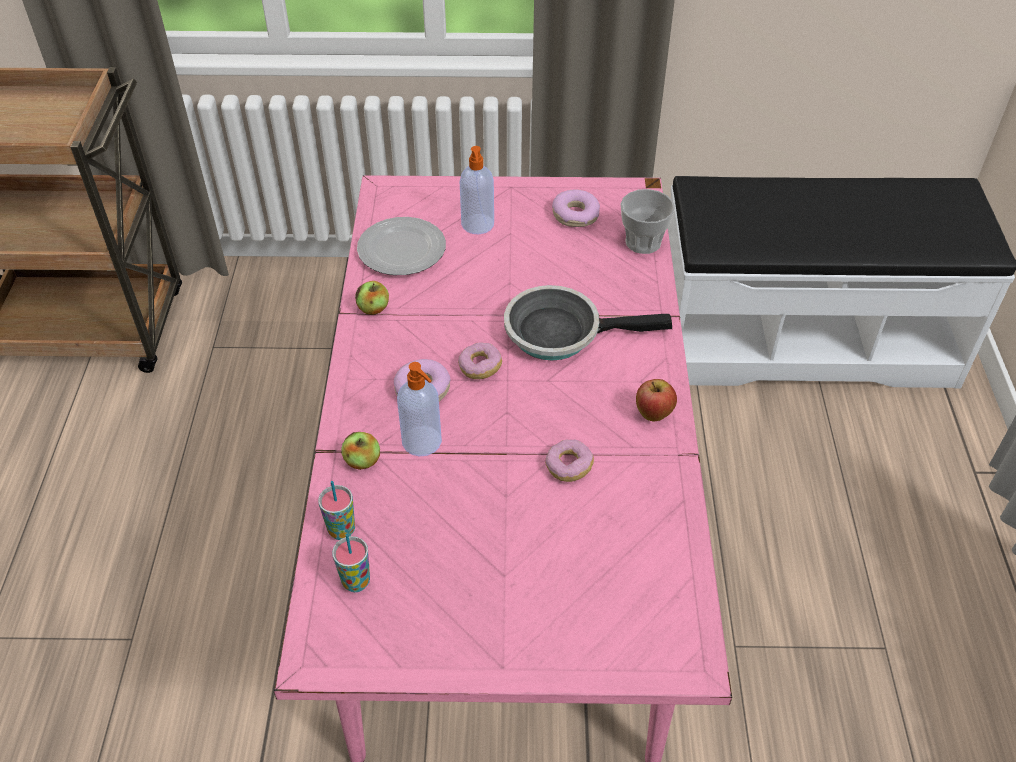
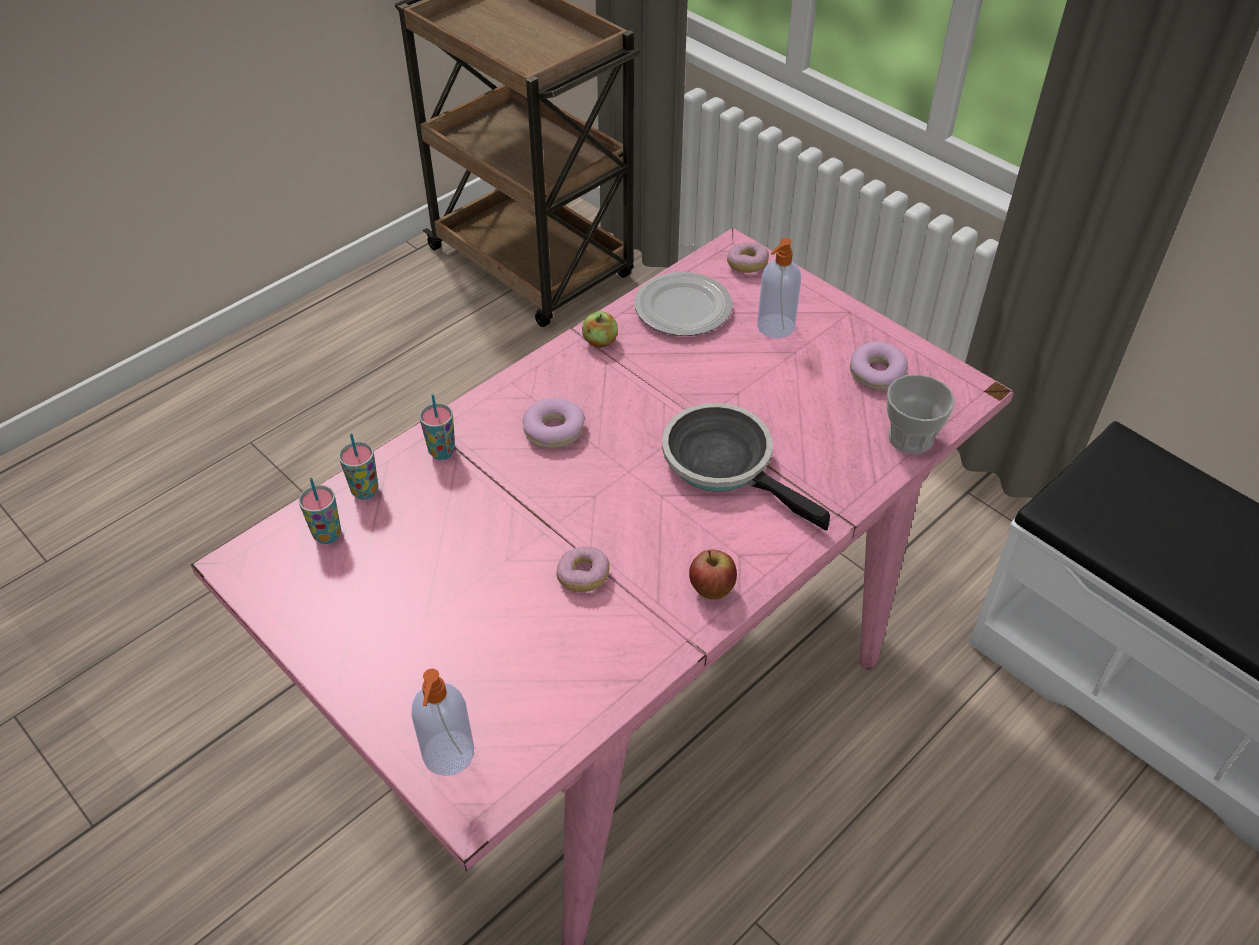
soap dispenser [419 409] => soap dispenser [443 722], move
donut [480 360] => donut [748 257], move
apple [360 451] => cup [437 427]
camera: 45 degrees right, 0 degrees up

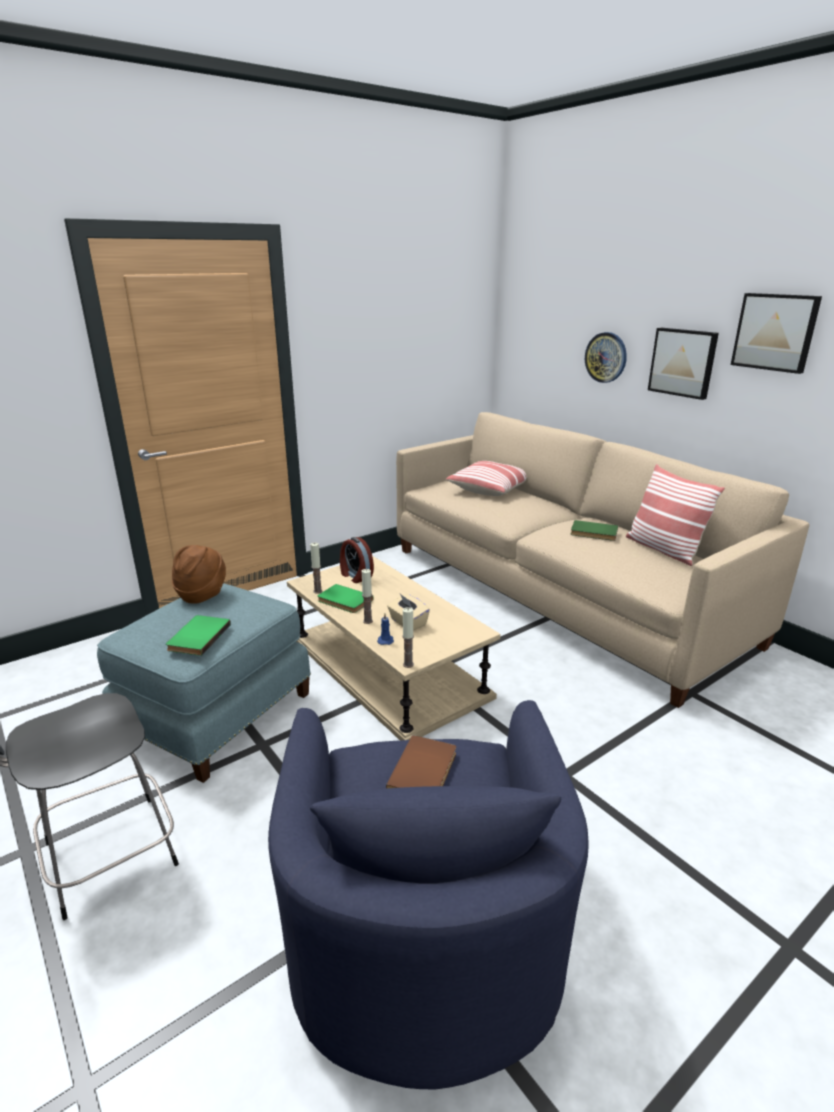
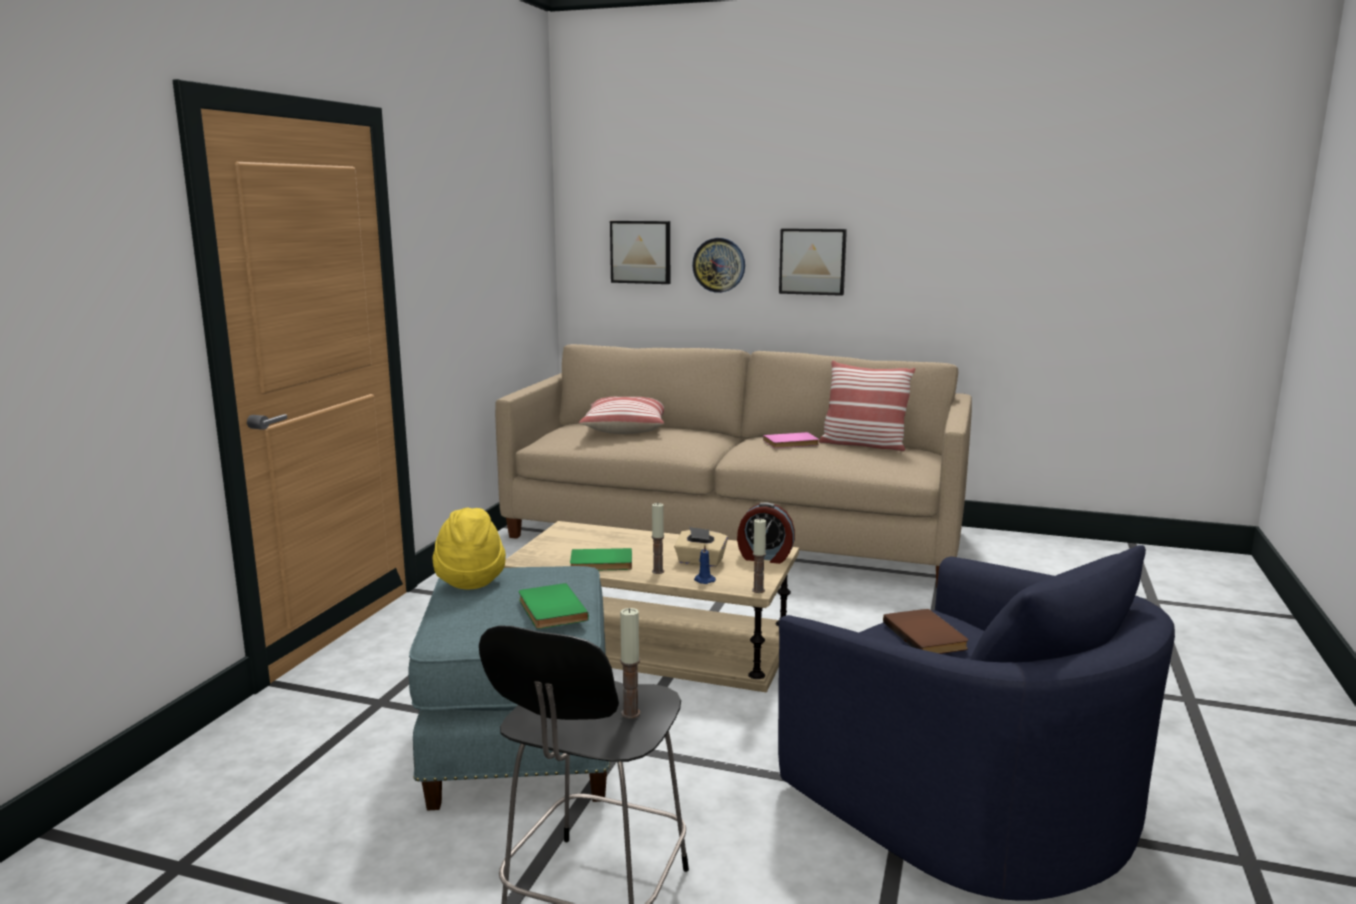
candle [316 568] => candle [630 663], move
alarm clock [357 560] => alarm clock [766 533], move
picture [776 333] => picture [640 252], move
brown hat [199 574] => yellow hat [469 548]
green book [594 530] => pink book [791 440]
camera: 35 degrees left, 10 degrees down

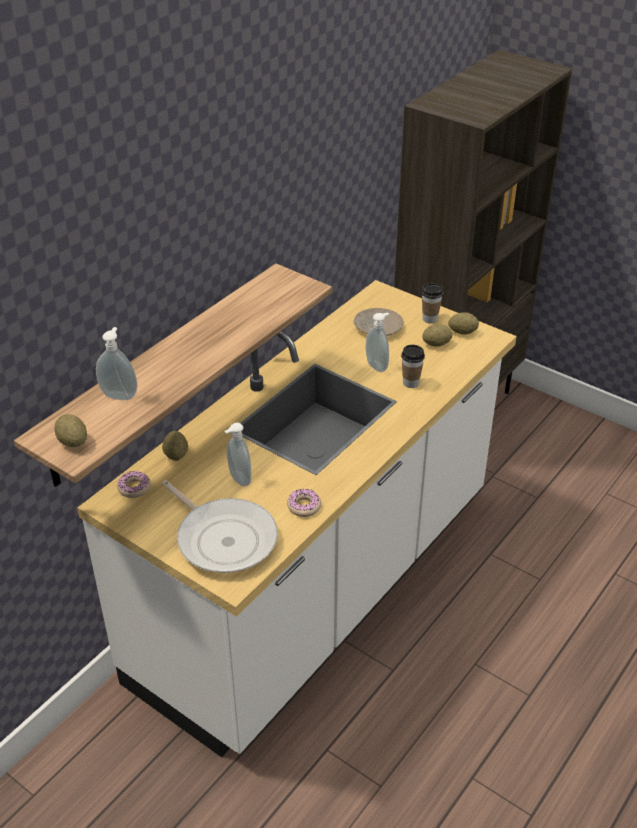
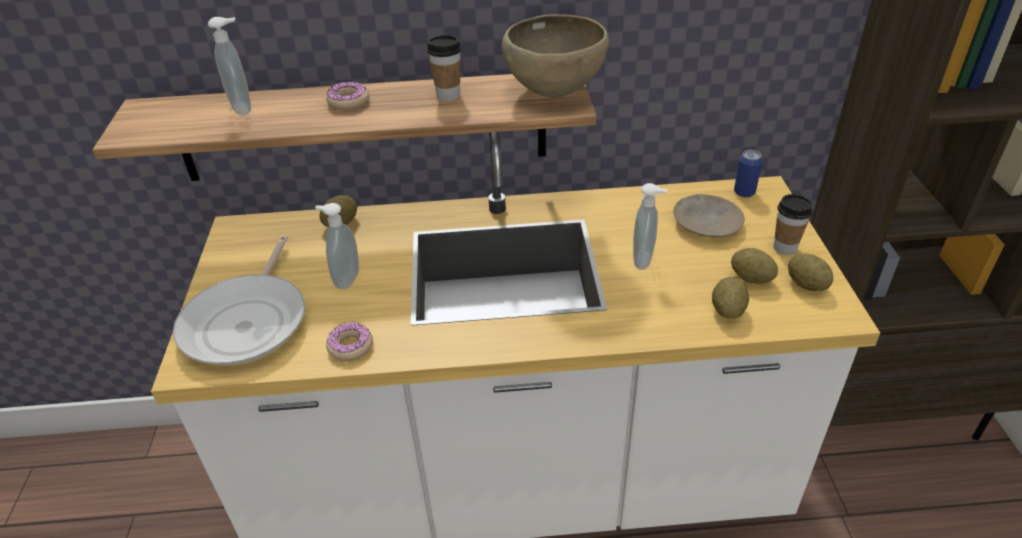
nothing => brown bowl [555 56]
nothing => can [748 174]
potato [71 430] => potato [730 298], move
donut [134 484] => donut [348 95], move
cup [413 366] => cup [444 68], move
camera: 50 degrees right, 0 degrees up

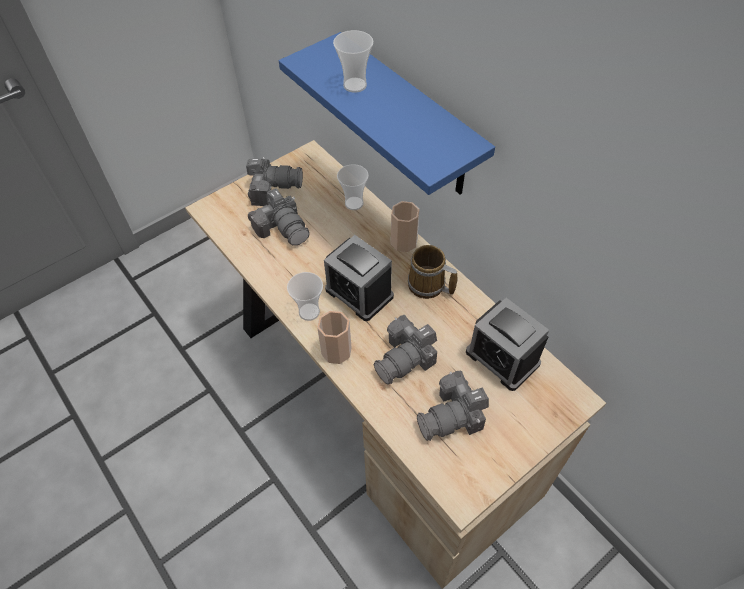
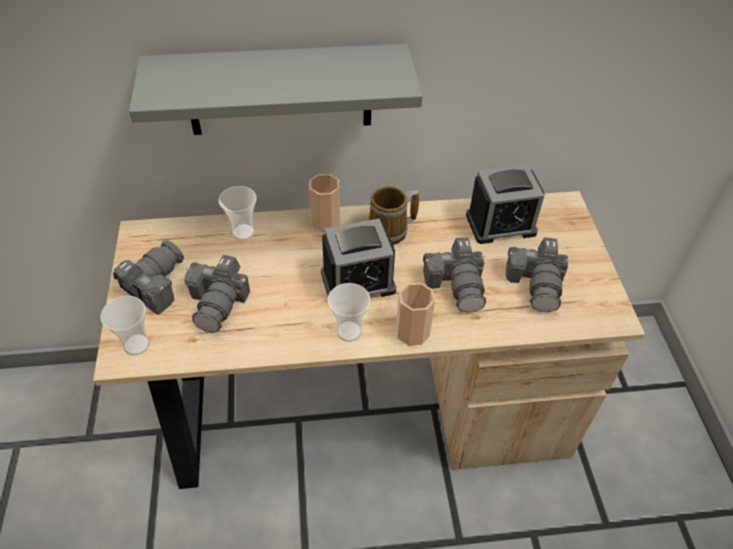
cup [353 61] => cup [125 325], move
blue shelf [387 113] => grey shelf [276 89]
photo camera [279 217] => photo camera [217 294], 105 degrees clockwise
camera: 60 degrees left, 5 degrees down

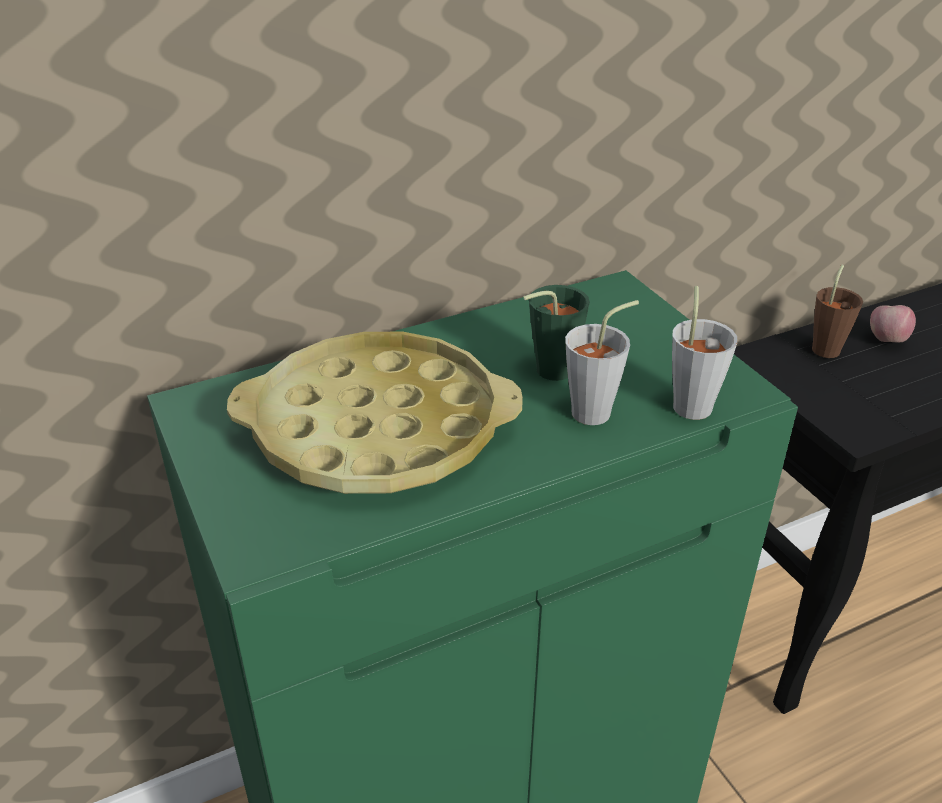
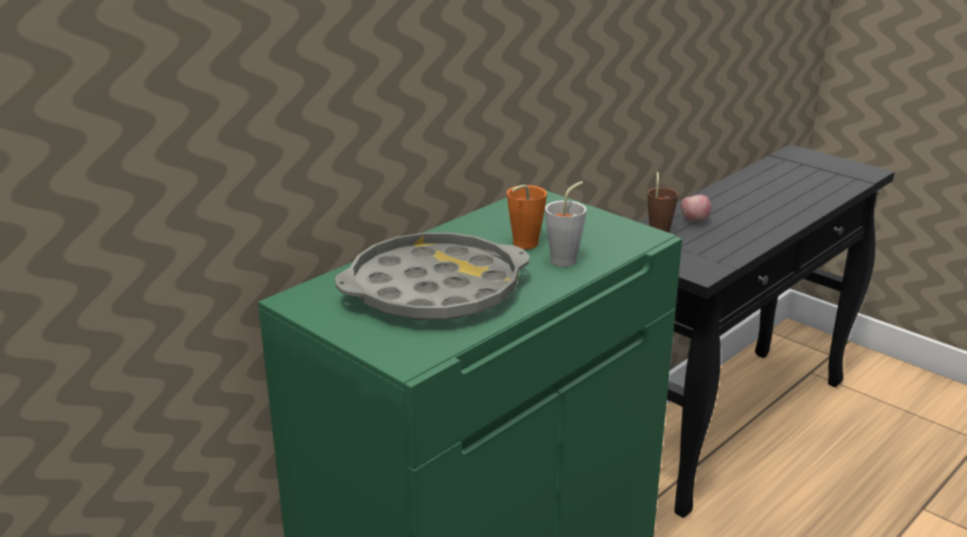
grey cup [705 353] => nothing
yellow tray [375 413] => grey tray [432 276]
green cup [557 333] => orange cup [527 217]
camera: 20 degrees left, 10 degrees down

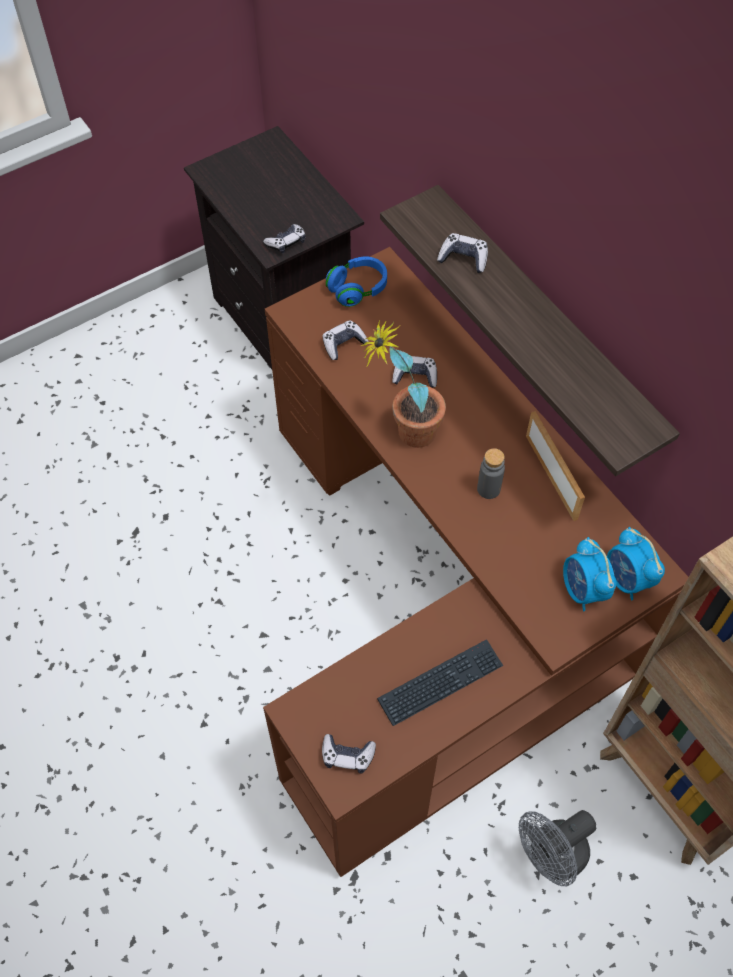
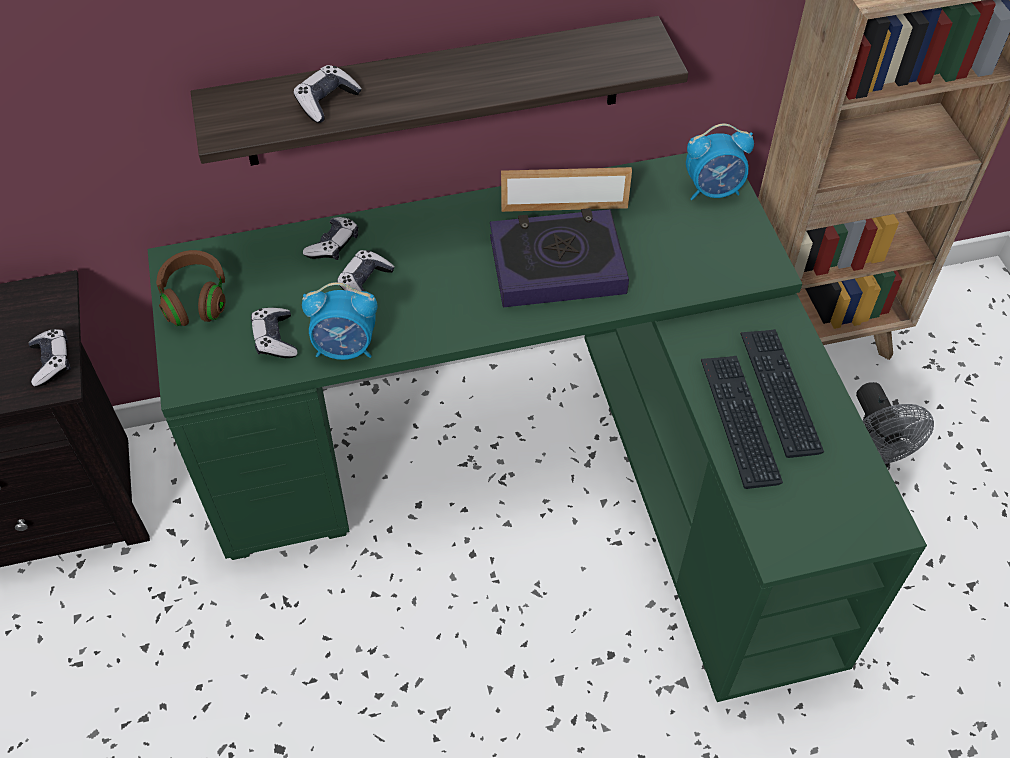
potted plant [403 384] => nothing
nothing => keyboard [742 422]
game controller [349 753] => game controller [330 238], move
alarm clock [590 574] => alarm clock [339 321], move
grey bottle [491 473] => book [559 257]
brown desk [476 562] => green desk [537 427]
blue headphones [356 282] => brown headphones [190 288]
camera: 70 degrees left, 5 degrees down

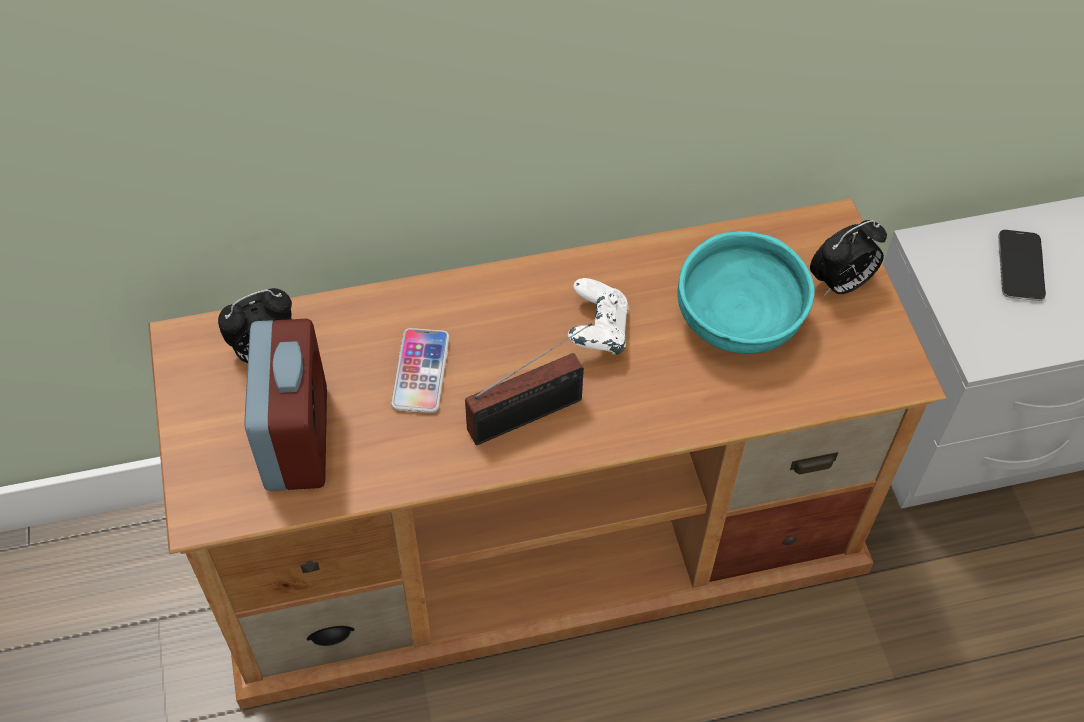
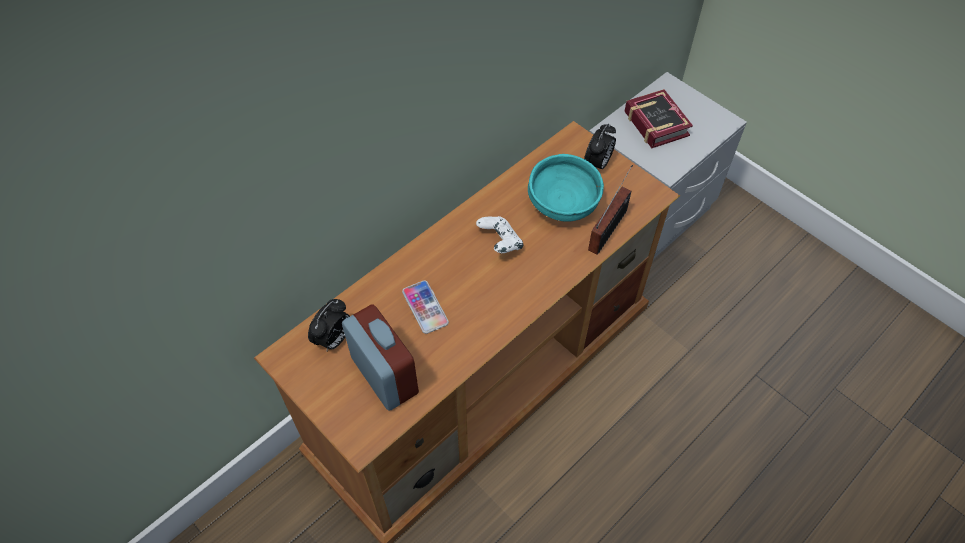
radio [528 384] => radio [610 210], move
phone [1022 265] => book [658 118]
camera: 30 degrees left, 0 degrees up

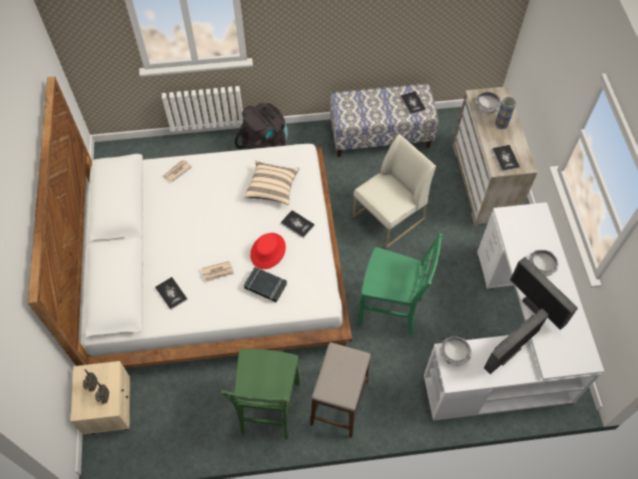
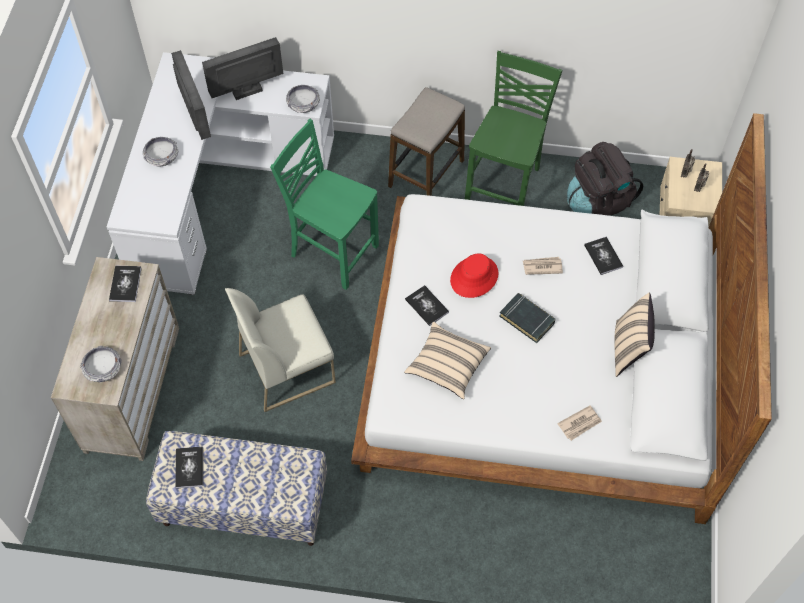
vase [505 113] => nothing
nothing => beige pillow [635 335]
black backpack [261 126] => black backpack [605 179], move
black book [265 284] => black book [527 318], move
camera: 165 degrees left, 0 degrees up

